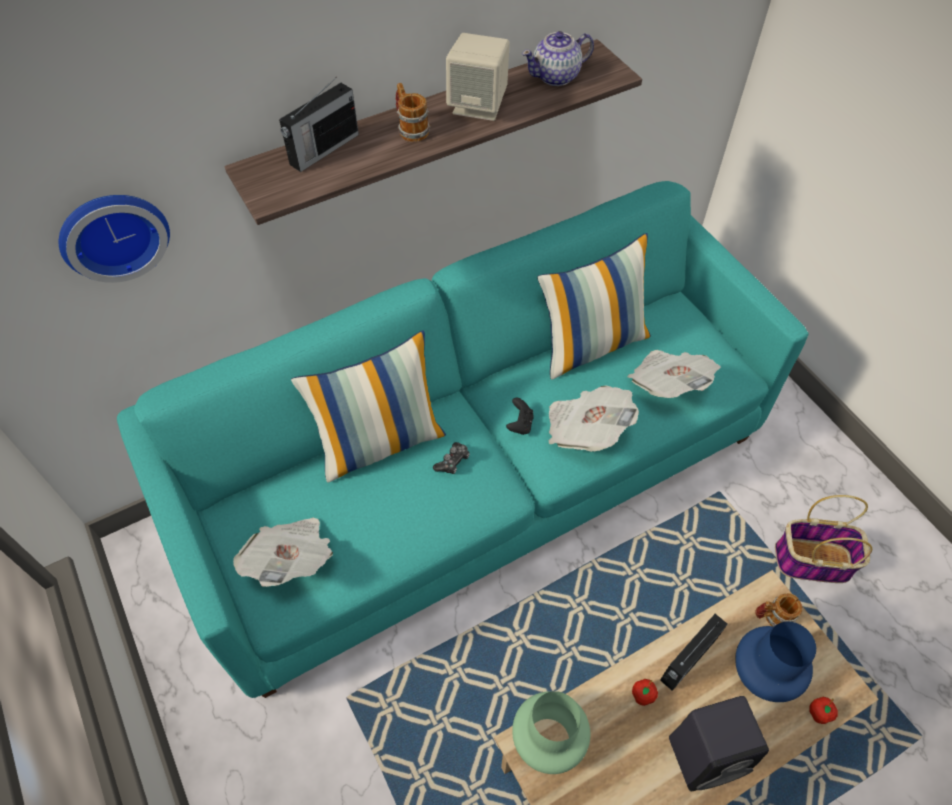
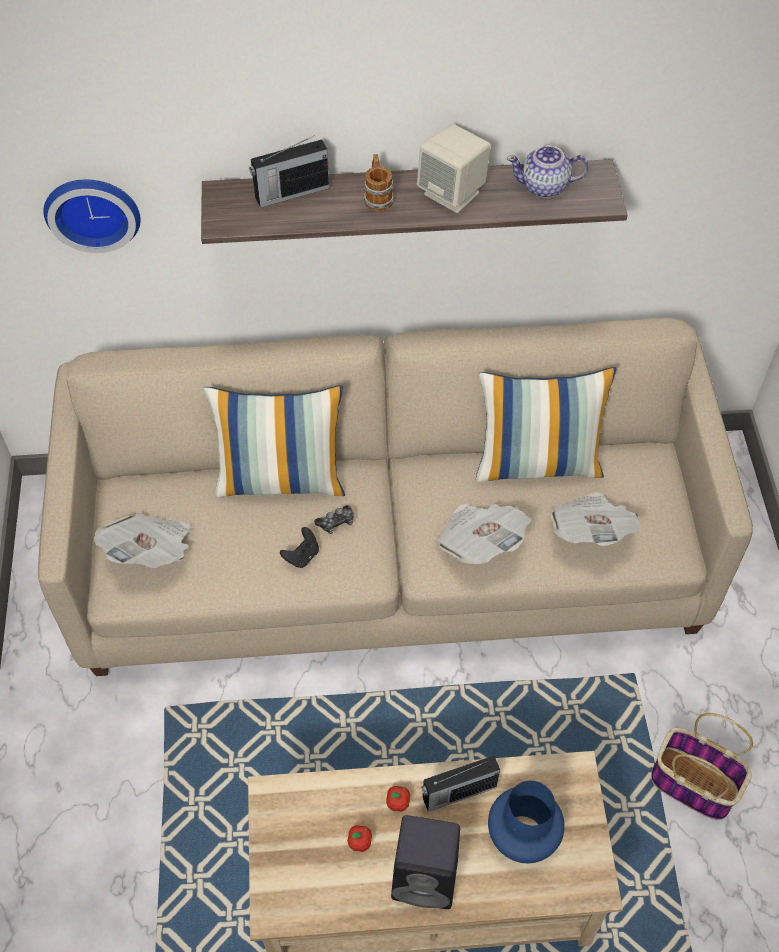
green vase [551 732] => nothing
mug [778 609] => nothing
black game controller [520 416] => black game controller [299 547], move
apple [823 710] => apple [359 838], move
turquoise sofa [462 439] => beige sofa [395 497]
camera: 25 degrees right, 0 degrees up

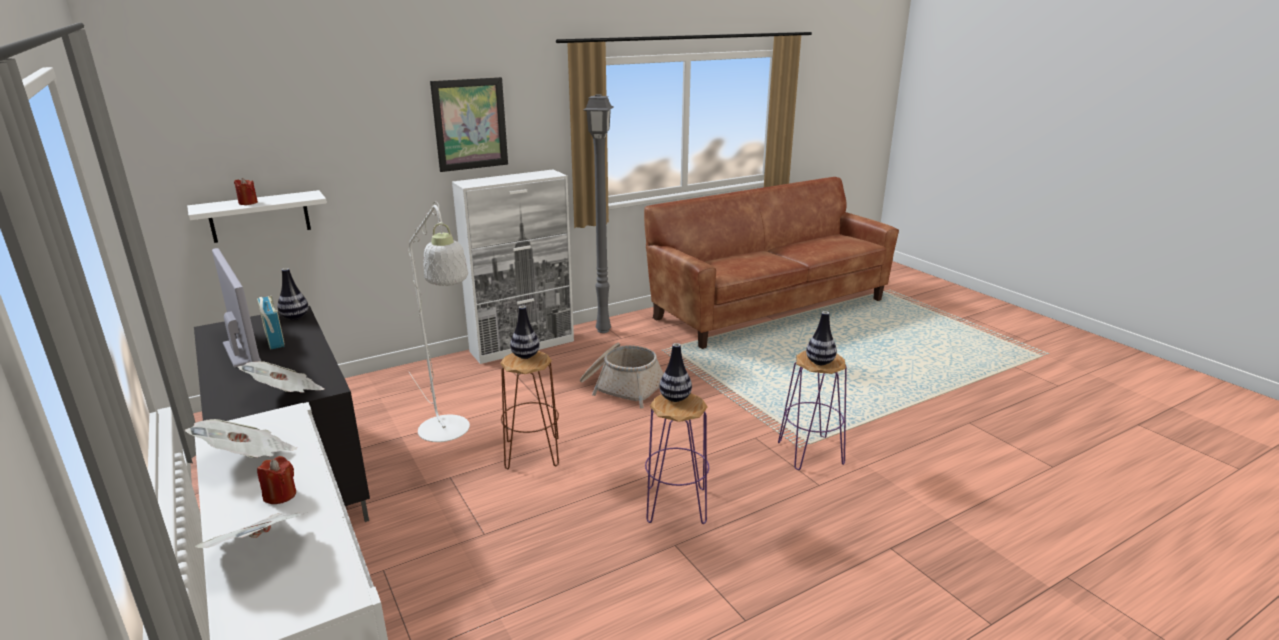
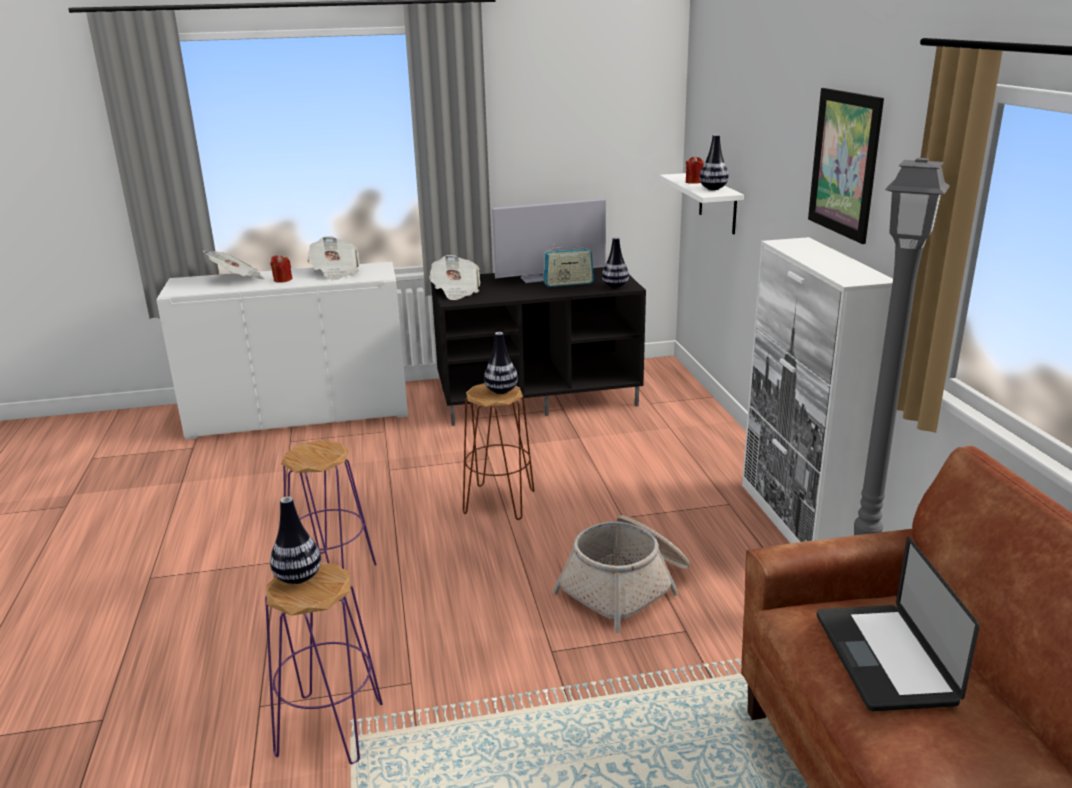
white floor lamp [439 322] => nothing
nothing => laptop [898 624]
vase [675 372] => vase [714 162], move
camera: 110 degrees right, 0 degrees up

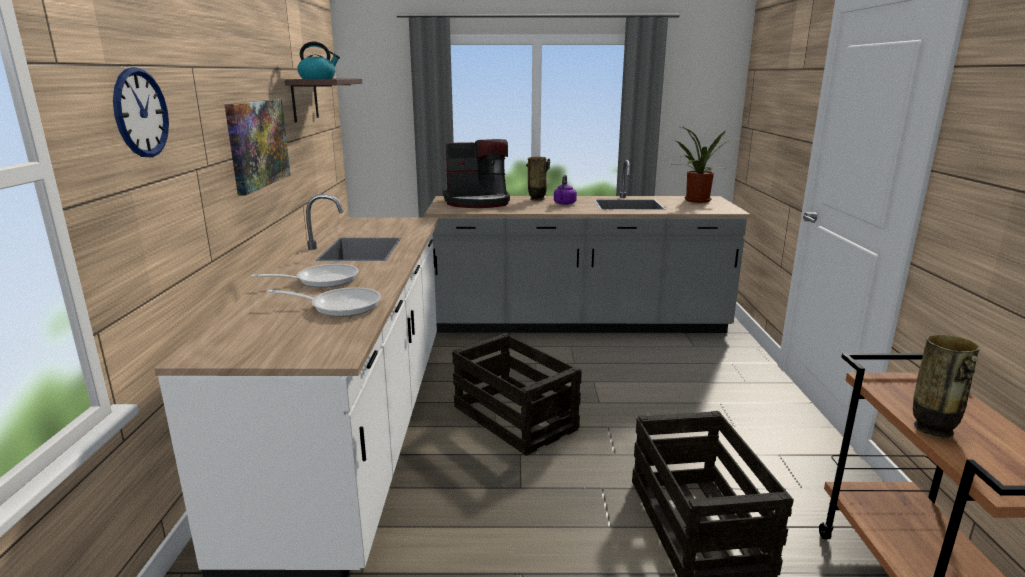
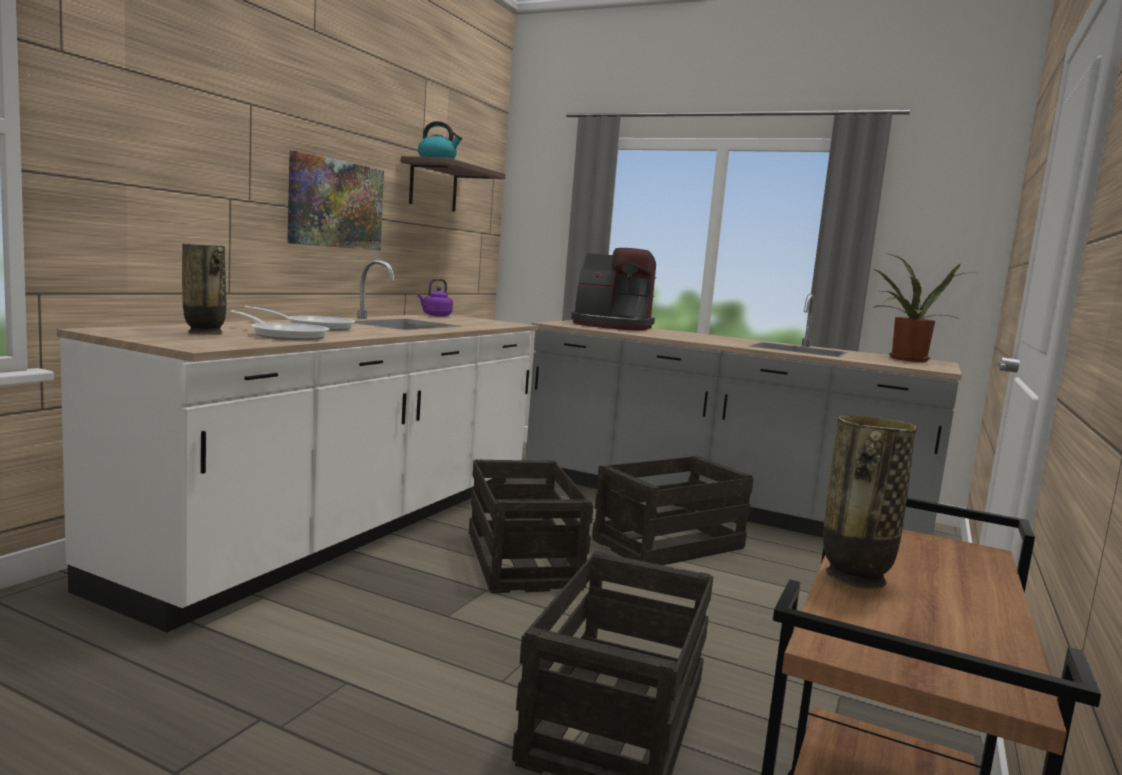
wall clock [141 112] => nothing
nothing => crate [673 510]
vase [538 179] => vase [204 289], move
purple kettle [565 190] => purple kettle [435 297], move
camera: 25 degrees right, 10 degrees down

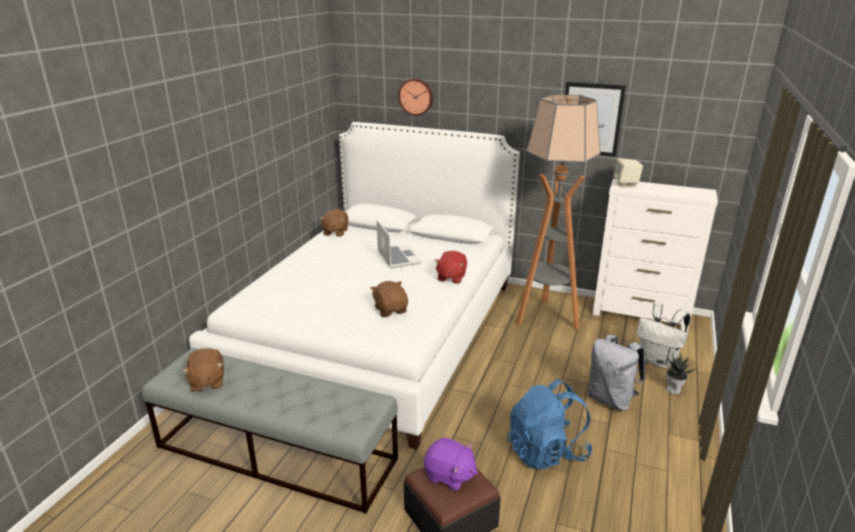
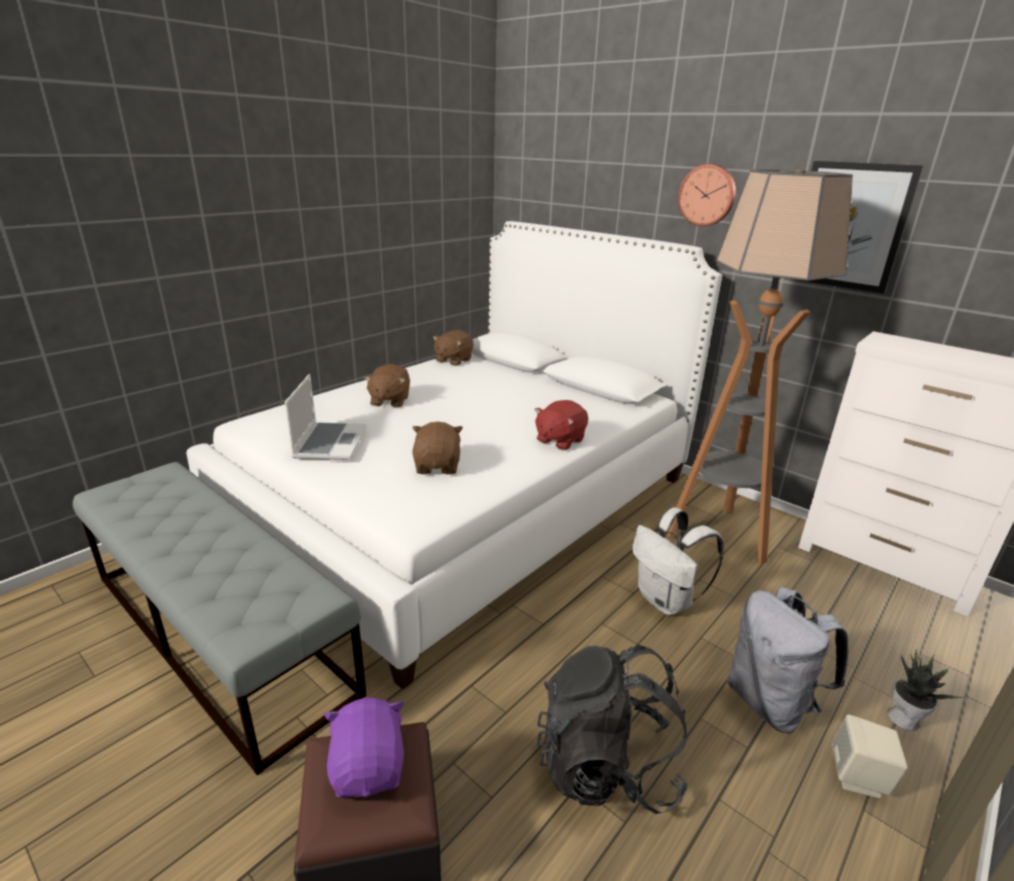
brown plush toy [203 370] => brown plush toy [387 386], move
laptop [399 243] => laptop [325 417], move
wall clock [415 97] => wall clock [707 195], move
beige speaker [628 173] => beige speaker [870 756], move
white backpack [663 335] => white backpack [678 561], move
blue backpack [549 424] => black backpack [612 729]
purple plush toy [451 464] => purple plush toy [364 748], 150 degrees counterclockwise
camera: 20 degrees right, 0 degrees up

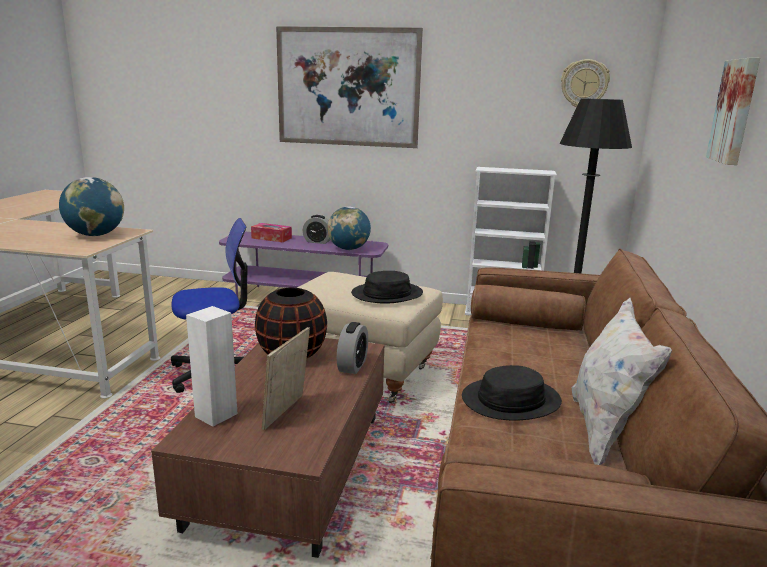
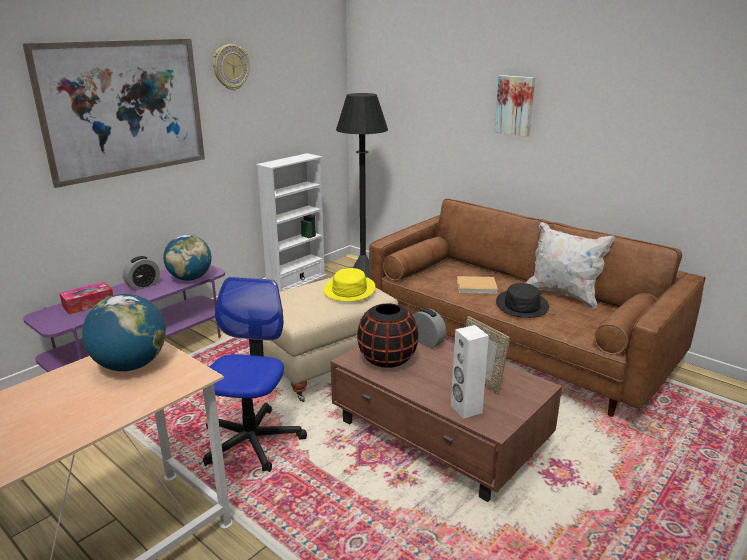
nothing => beige book [477 285]
wall clock [585 83] => wall clock [231 67], move
black hat [387 287] => yellow hat [349 285]
camera: 60 degrees left, 5 degrees up

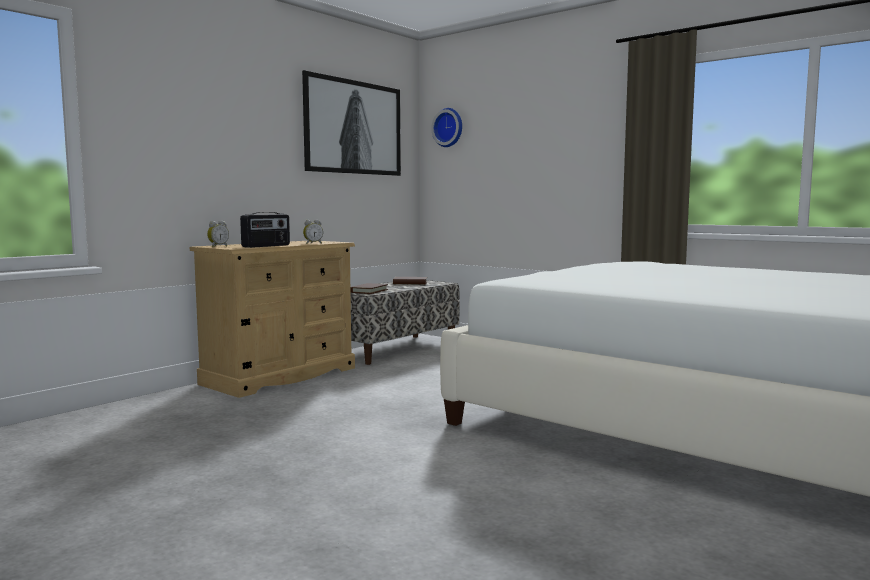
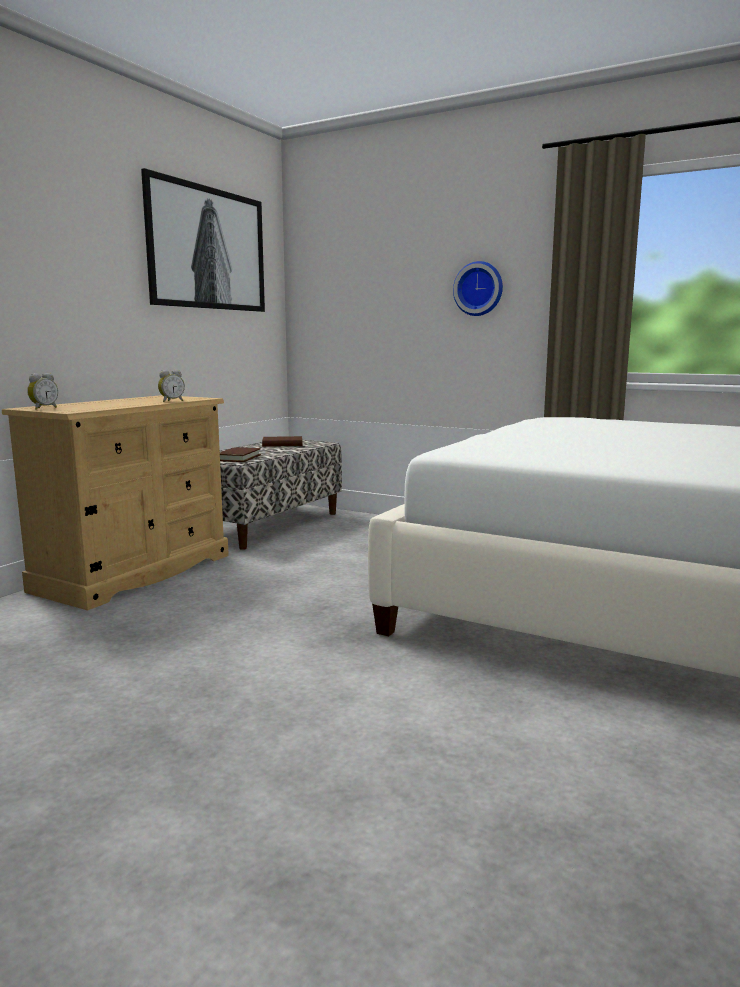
radio [265 230] => nothing
wall clock [446 127] => wall clock [478 288], move
camera: 10 degrees left, 5 degrees up

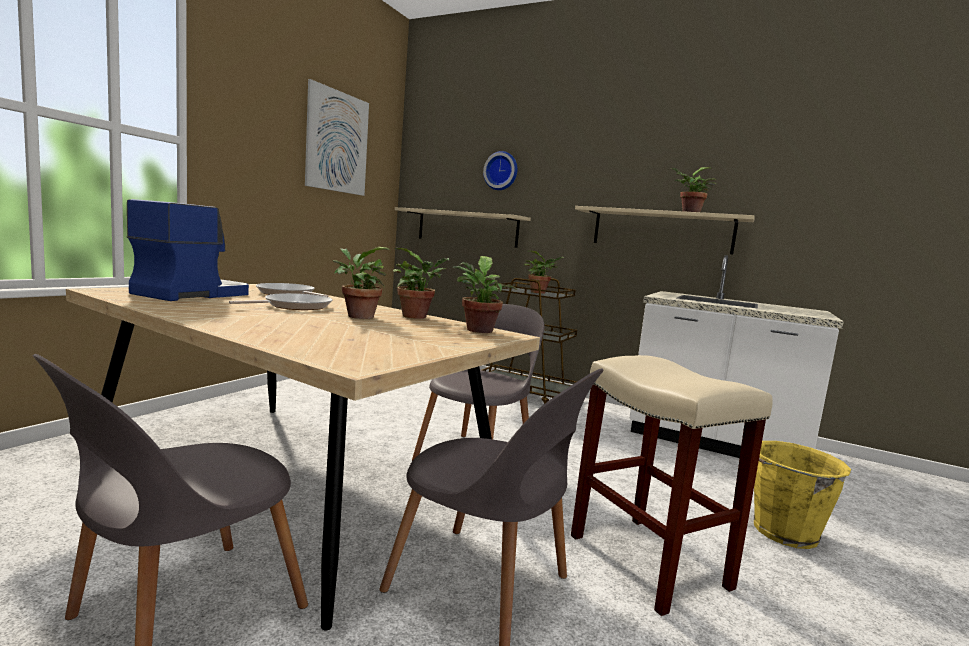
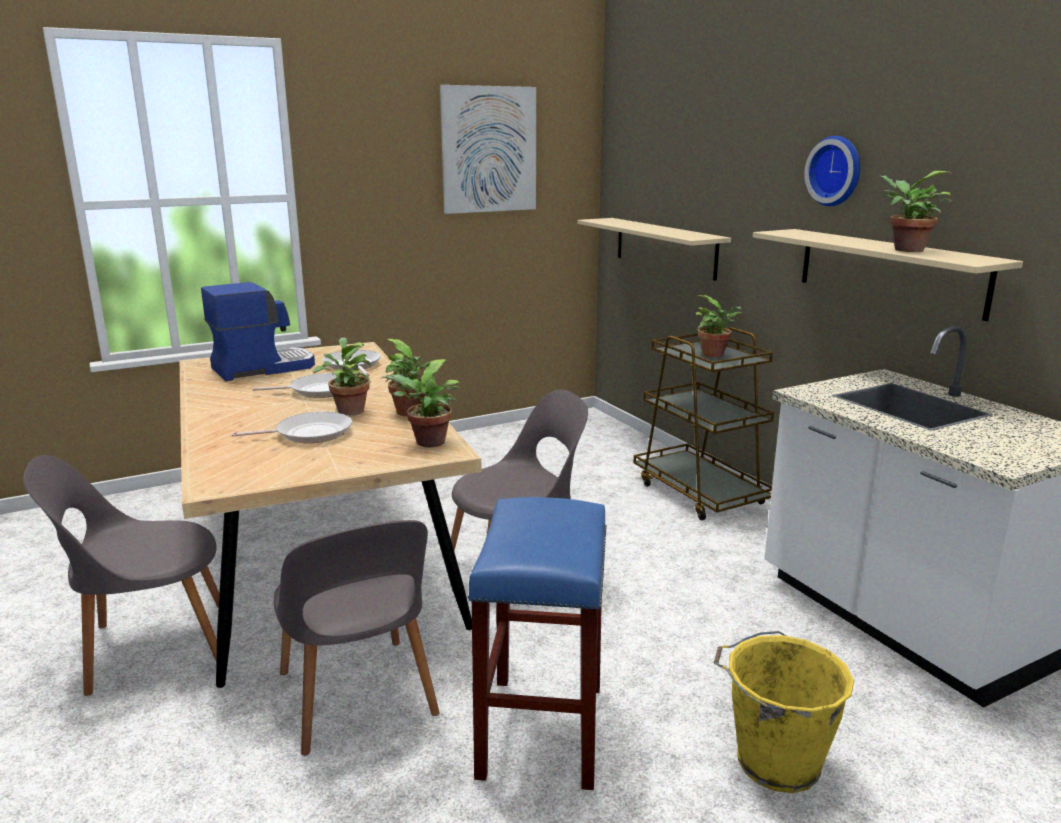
nothing => frying pan [292 427]
wall clock [500 170] => wall clock [832 171], move
beige stool [671 485] => blue stool [537 643]
camera: 35 degrees right, 10 degrees up

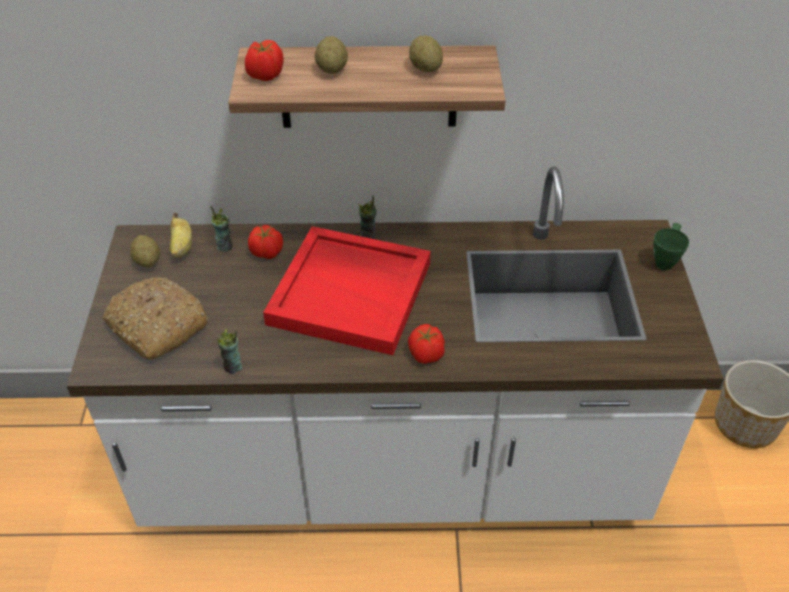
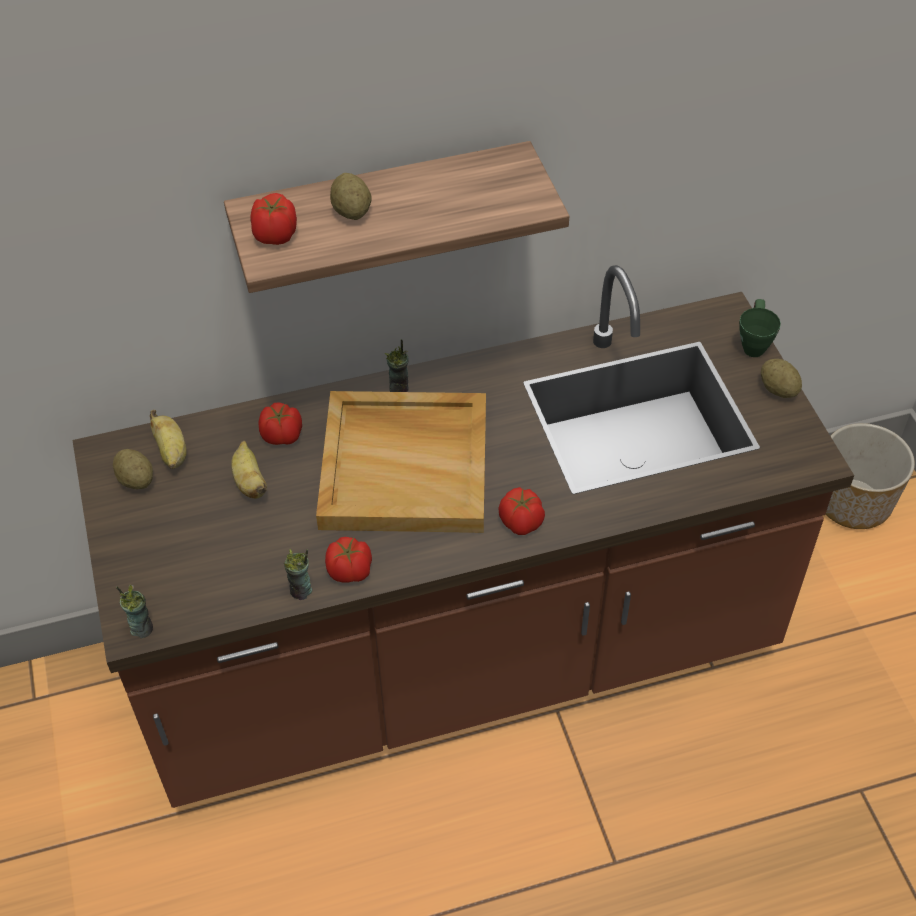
bread [155 318] => nothing
nothing => banana [249 470]
nothing => tomato [348 559]
cup [222 229] => cup [134 611], move
potato [426 54] => potato [781 378], move
white counter [395 346] => brown counter [463 536]
red tray [347 290] => beige tray [401 462]
camera: 15 degrees left, 5 degrees up

